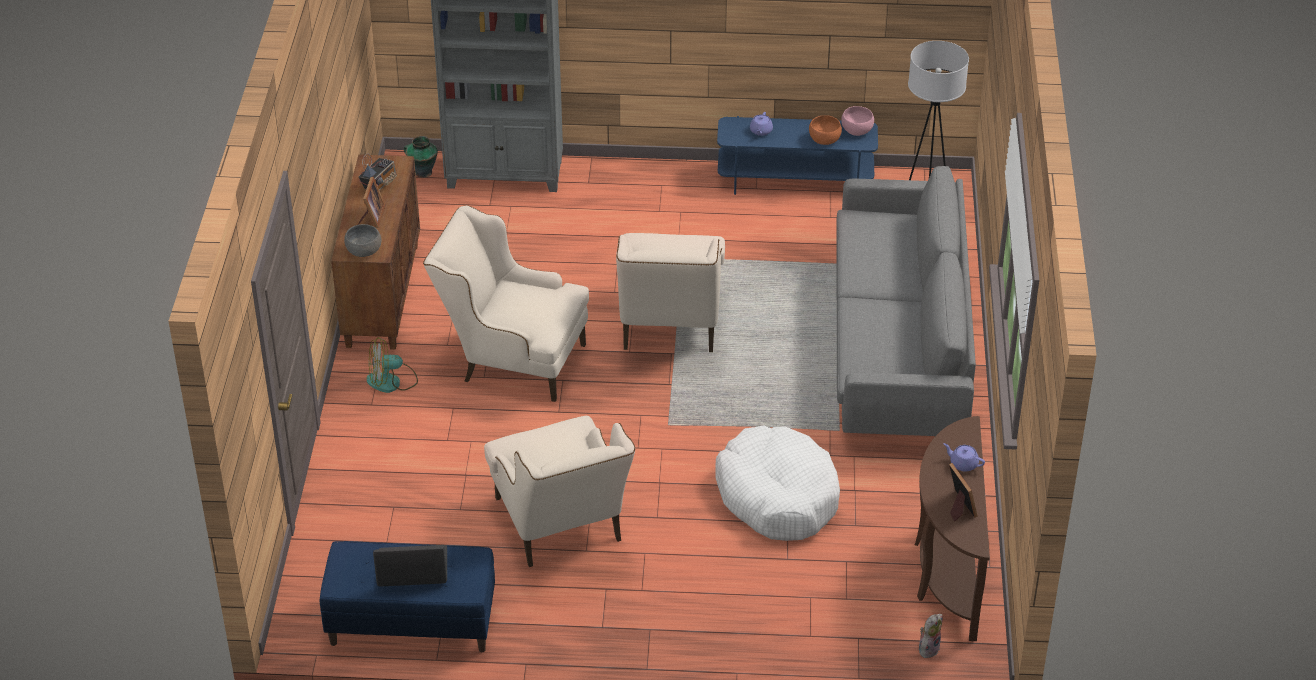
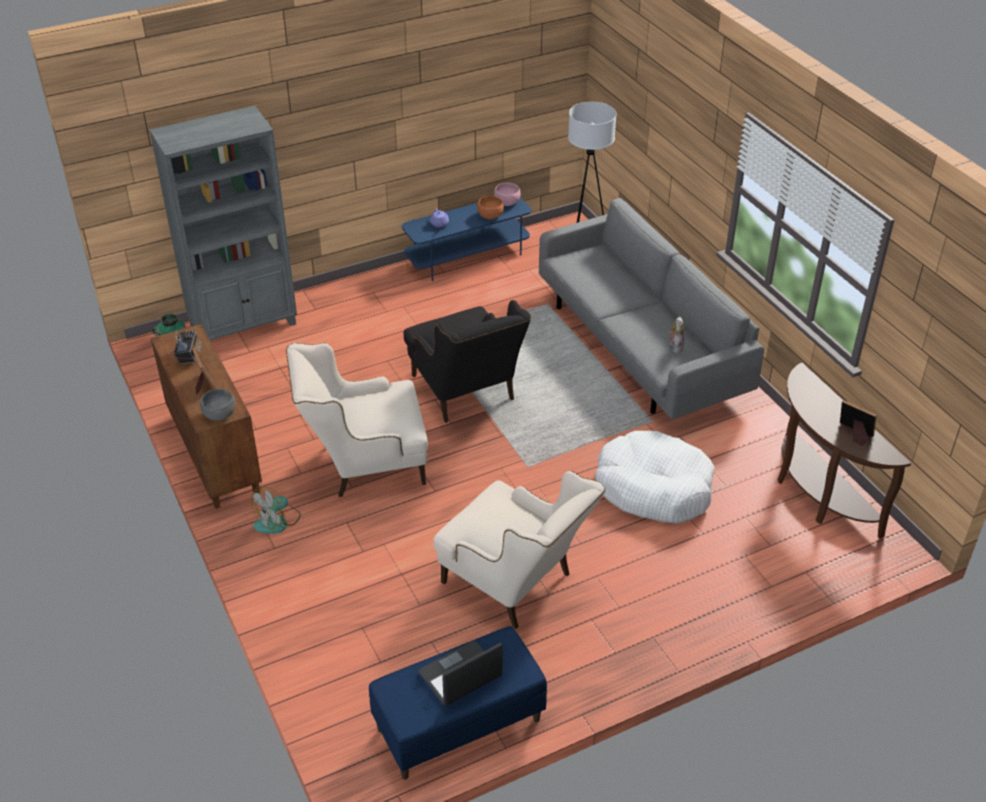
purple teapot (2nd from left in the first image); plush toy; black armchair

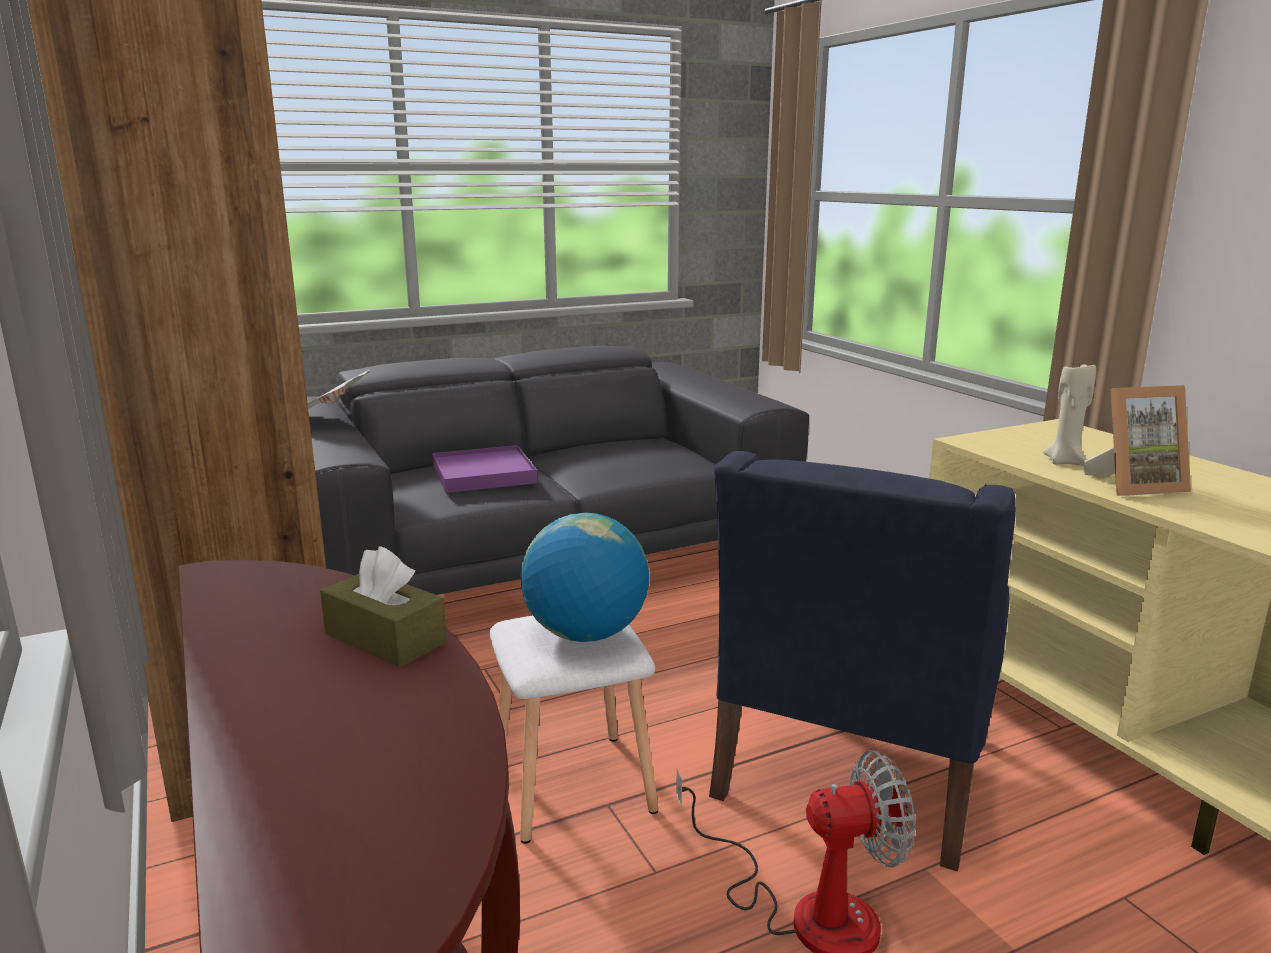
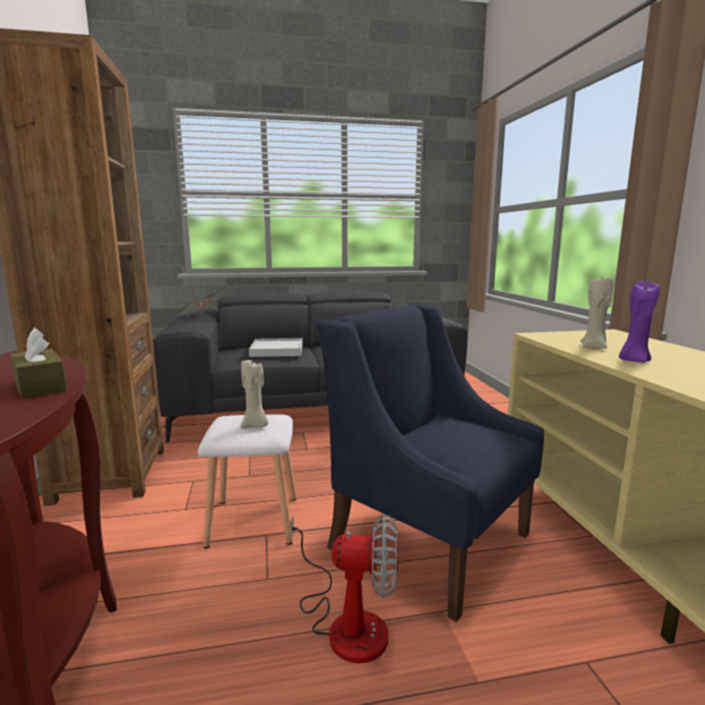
beige candle (1st from left); purple candle; white tray; blue armchair

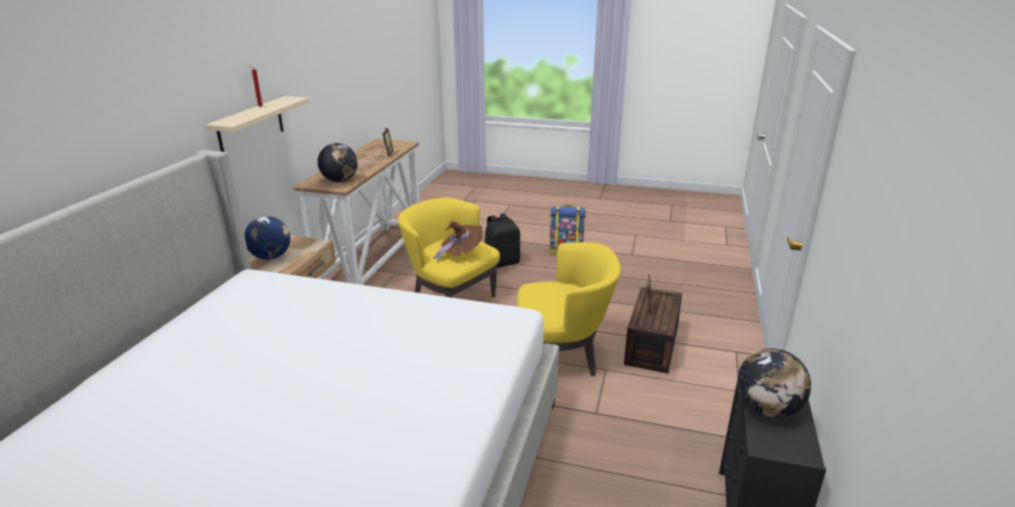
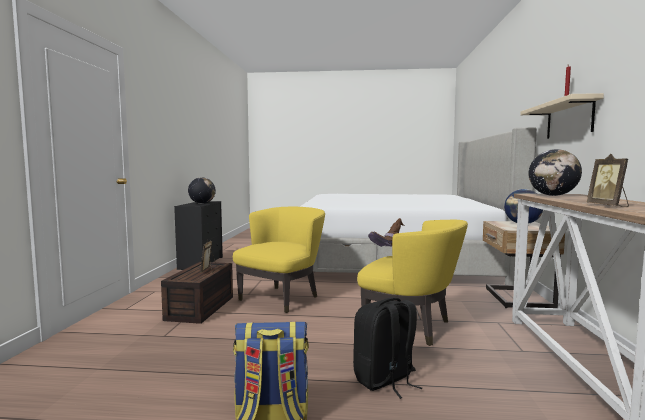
yellow armchair (1st from left)

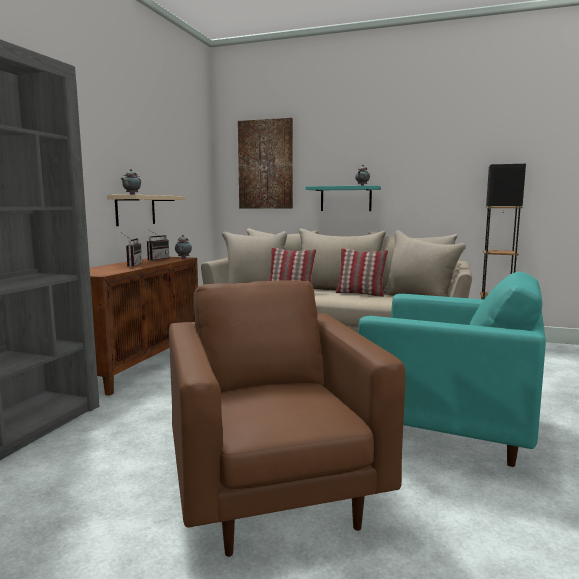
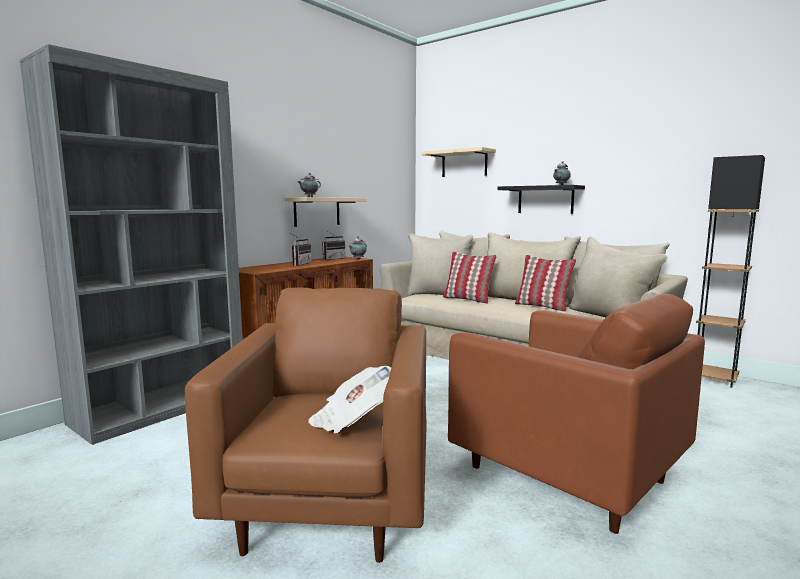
newspaper; beige shelf (2nd from left); black shelf; brown armchair (2nd from left)

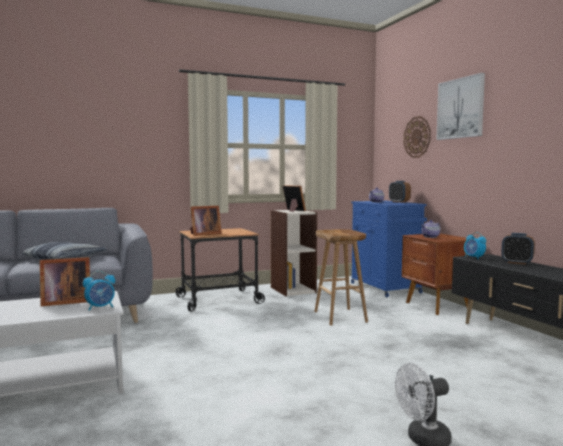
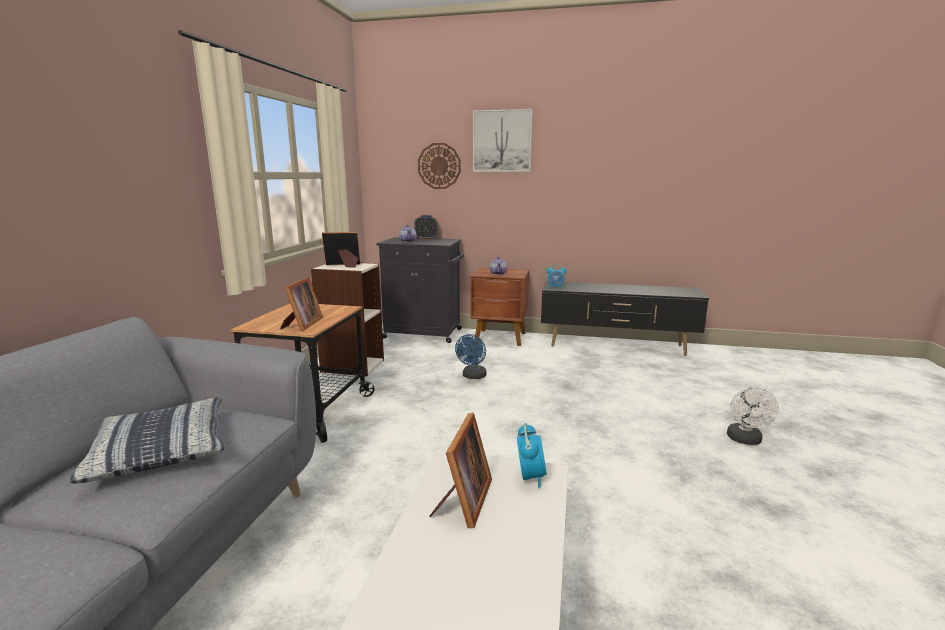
alarm clock (4th from left in the first image); blue fan; black cabinet

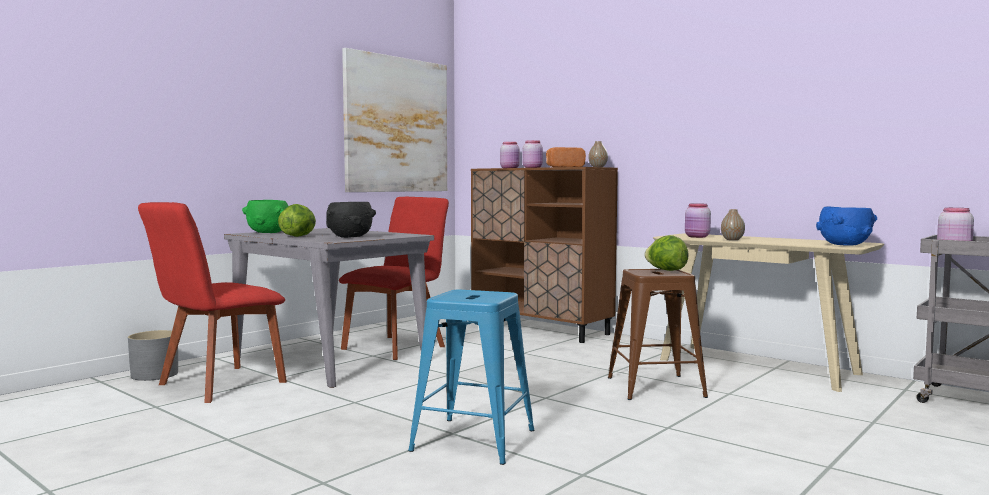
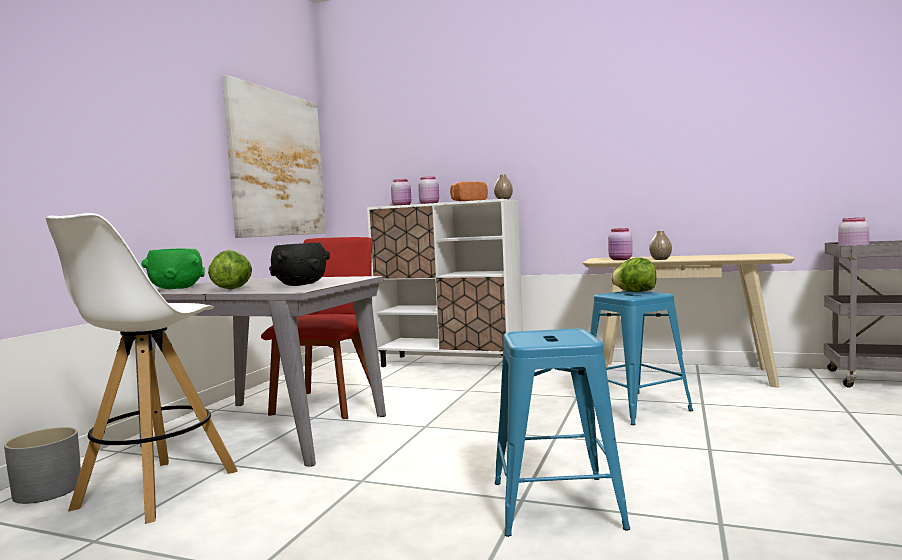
blue bowl; white stool; white cabinet; blue stool (2nd from left)

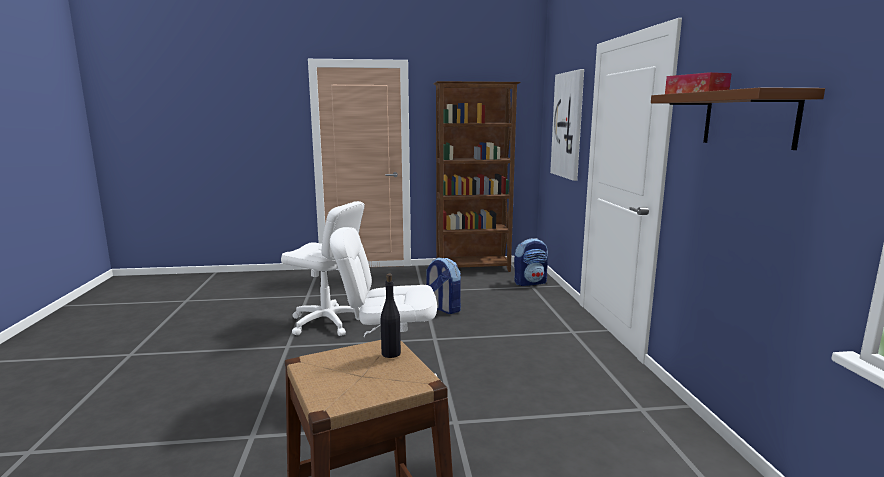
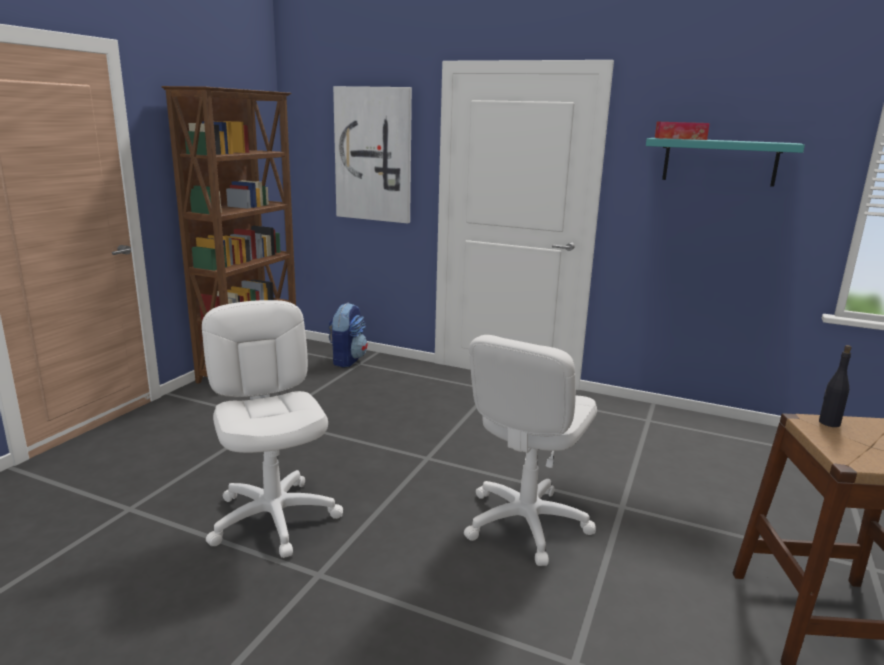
backpack (1st from left in the first image); turquoise shelf; white office chair (1st from left)

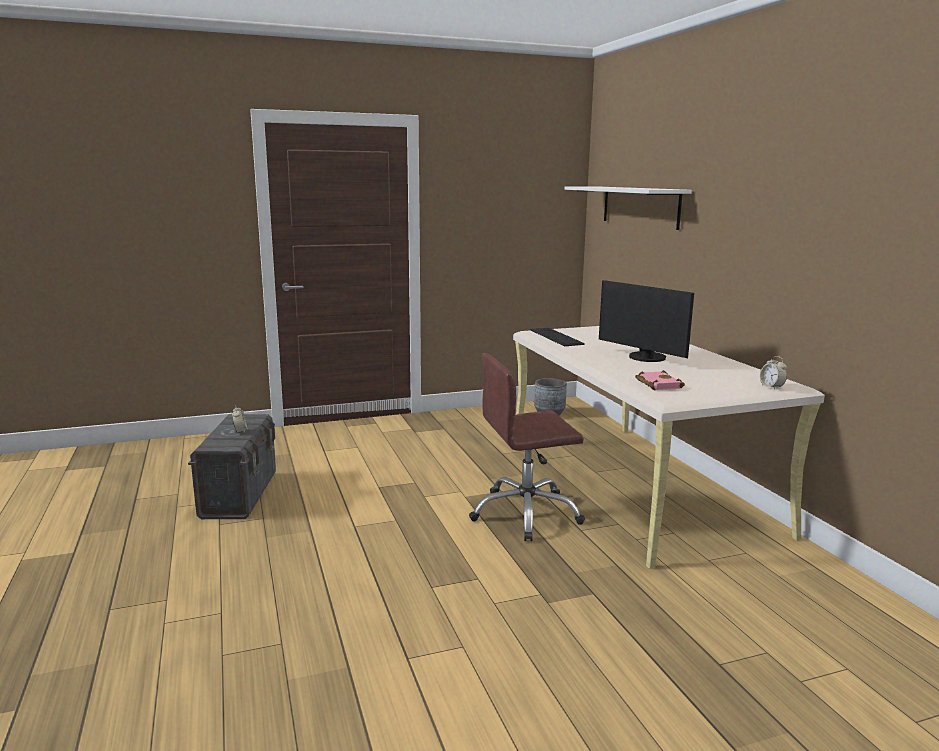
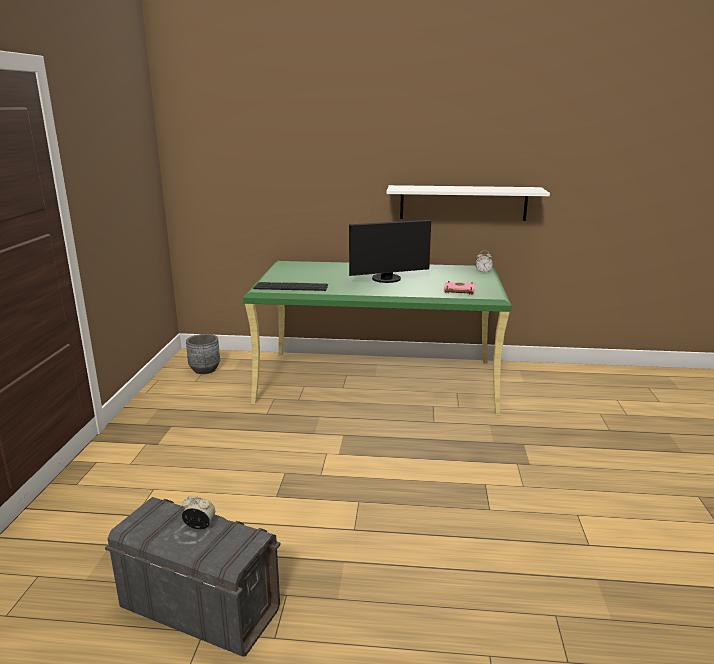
brown office chair; white shelf; green desk

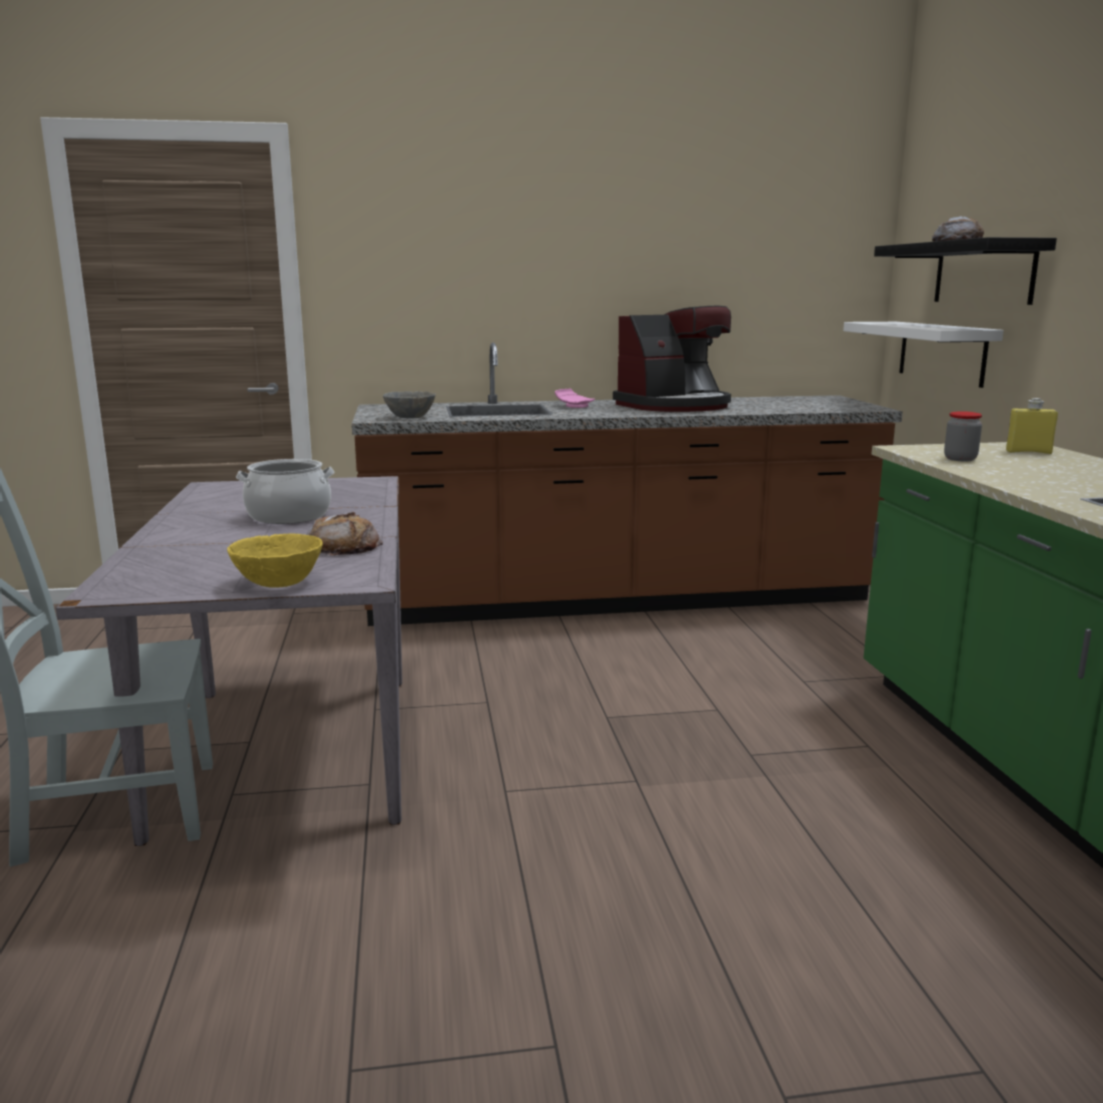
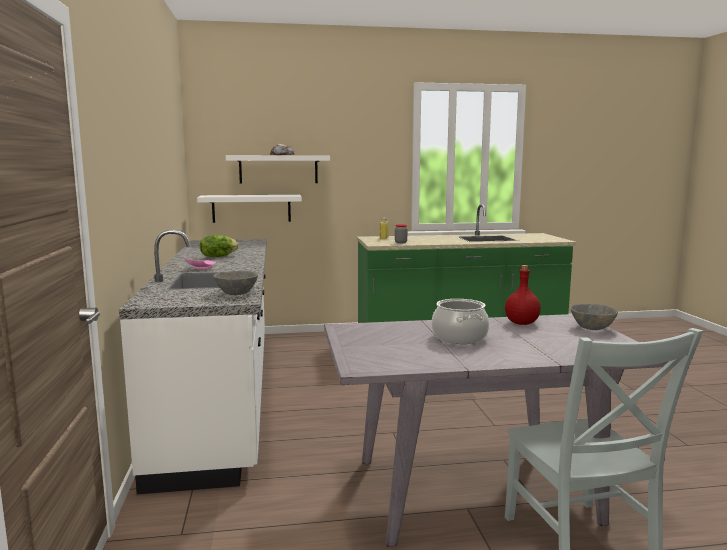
red bottle; lettuce; grey bowl (2nd from left); white counter; white shelf (2nd from left)

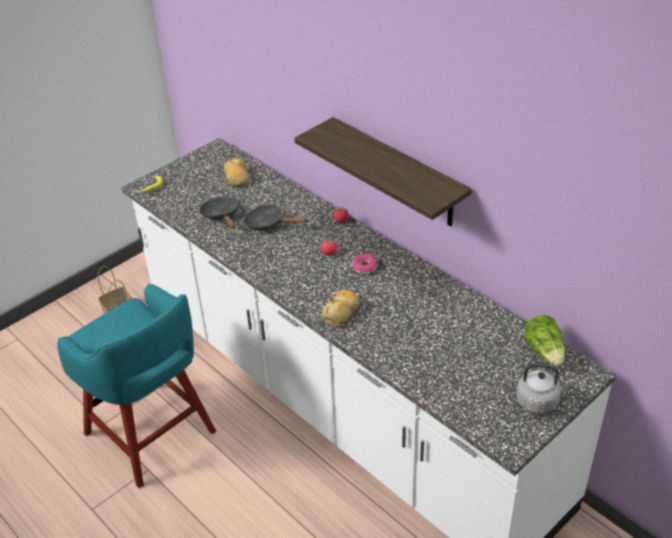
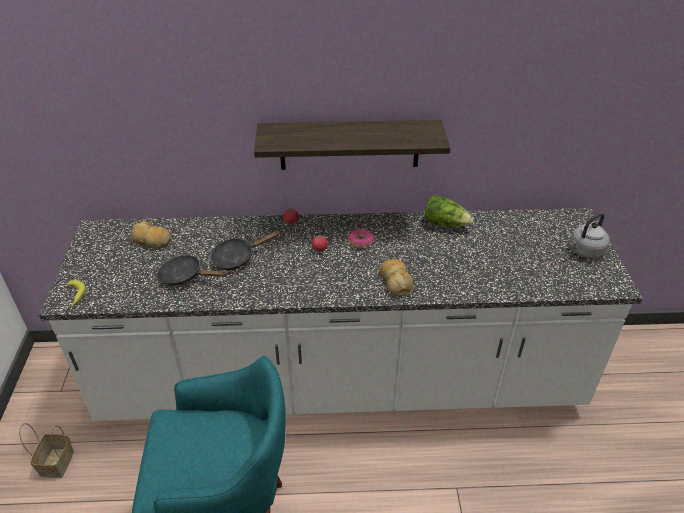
lettuce

